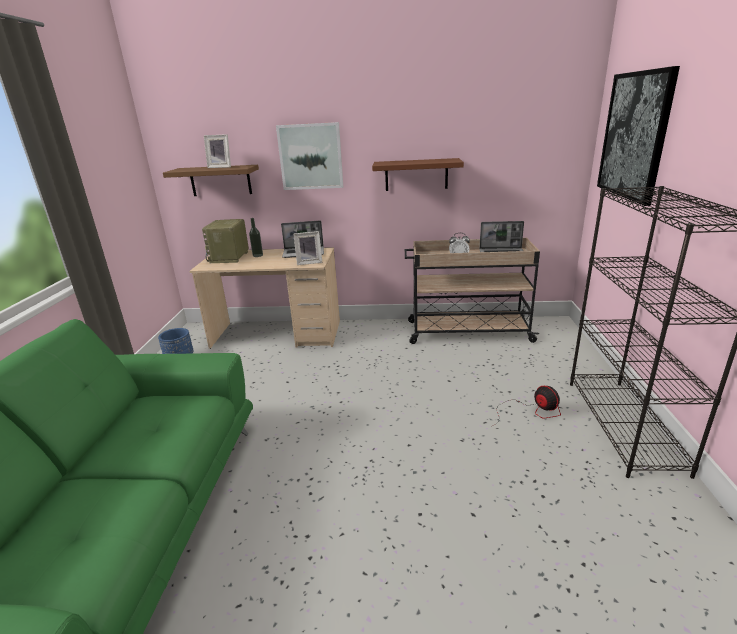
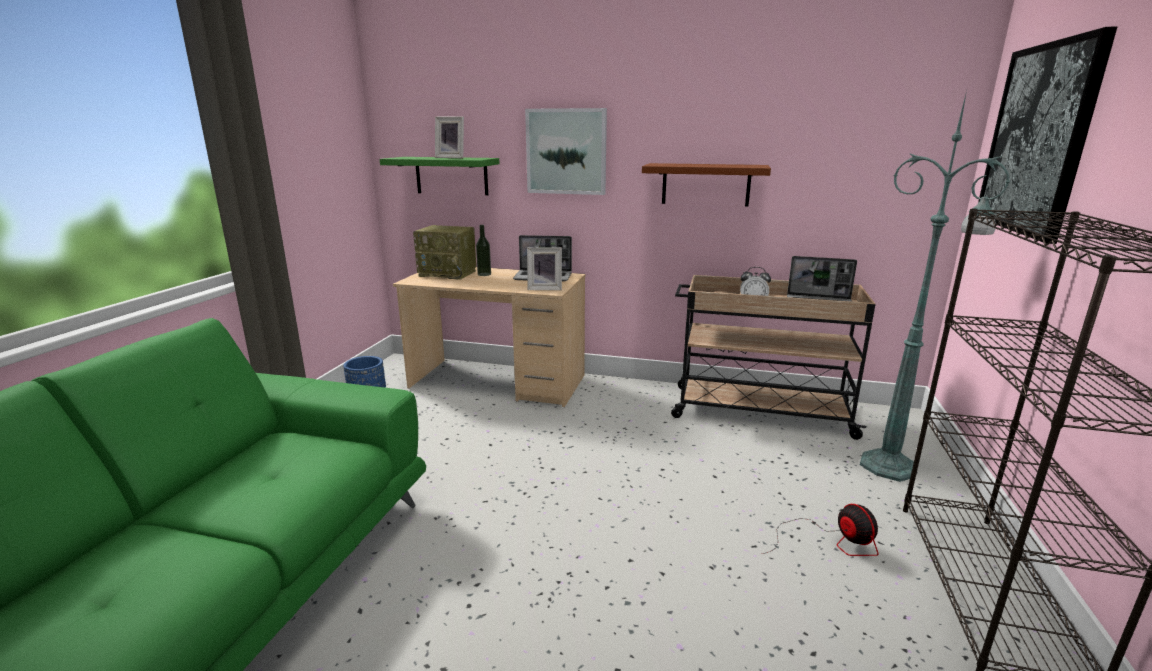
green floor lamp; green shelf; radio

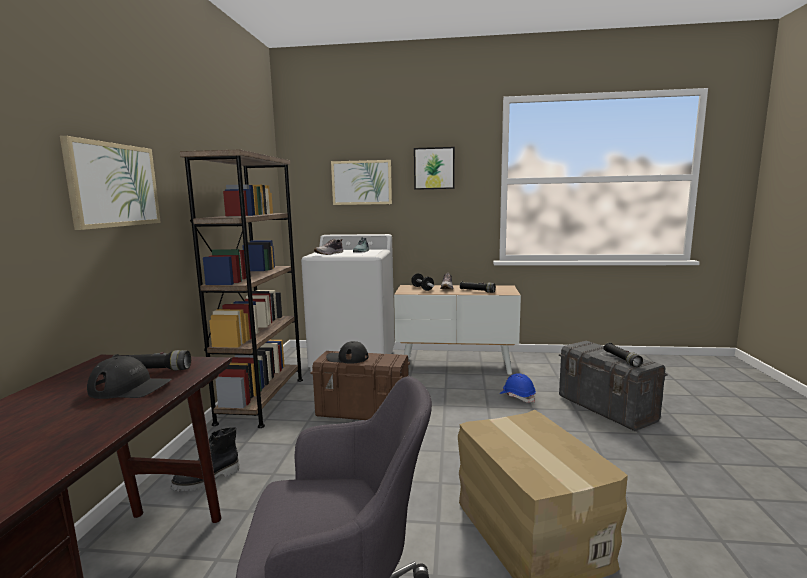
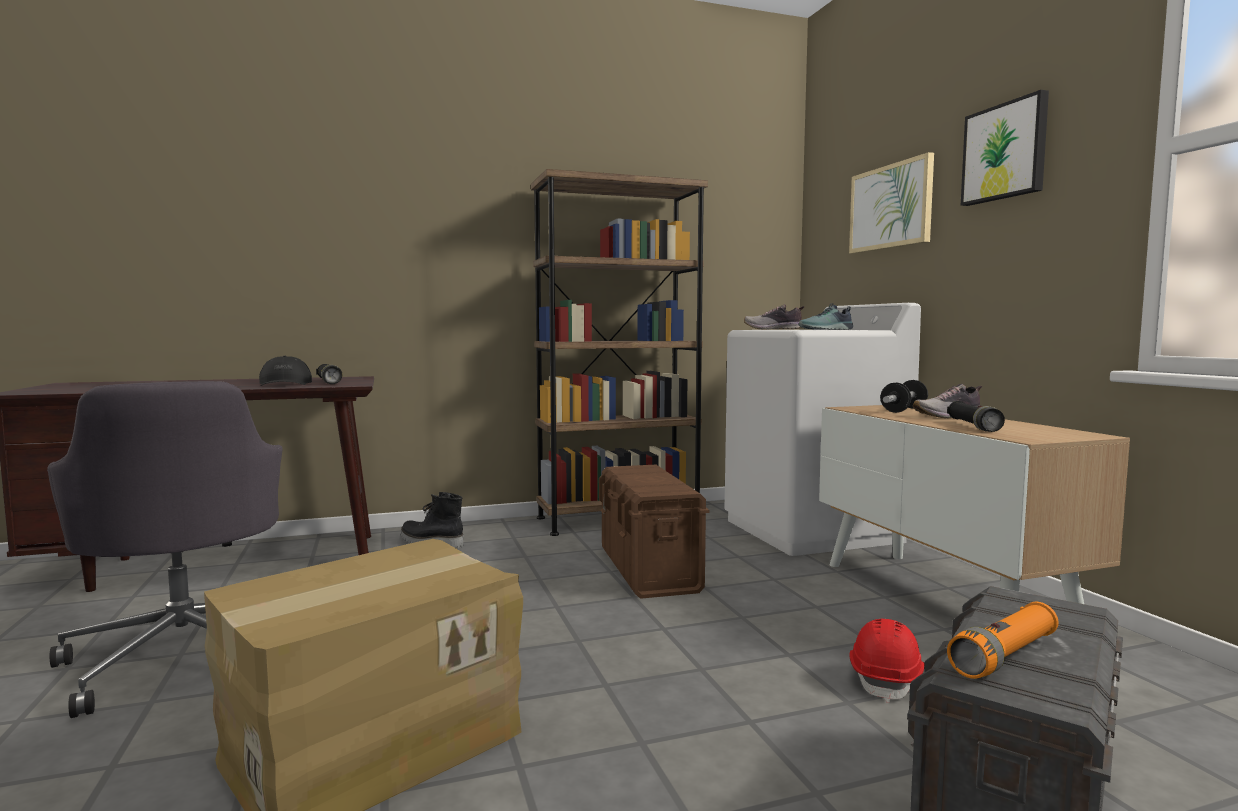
picture (1st from left in the first image); black cap (2nd from left in the first image); red hard hat; orange flashlight

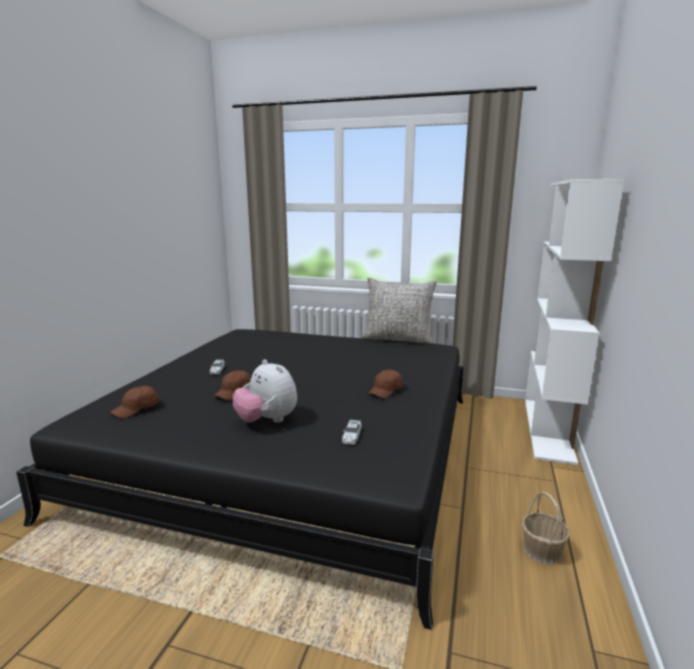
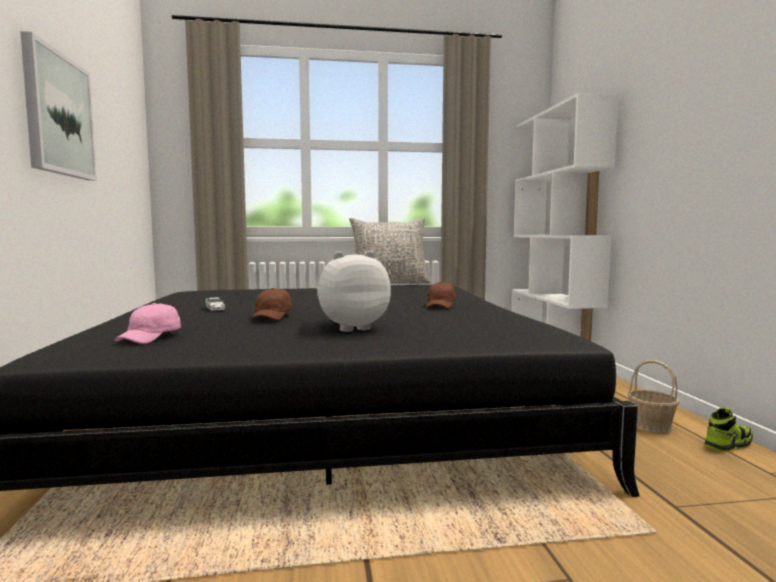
toy car (2nd from left in the first image); picture; shoe; pink cap; plush toy

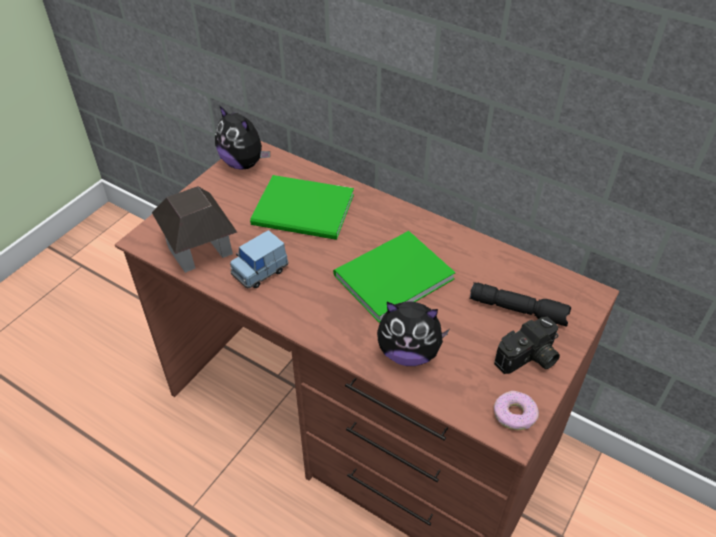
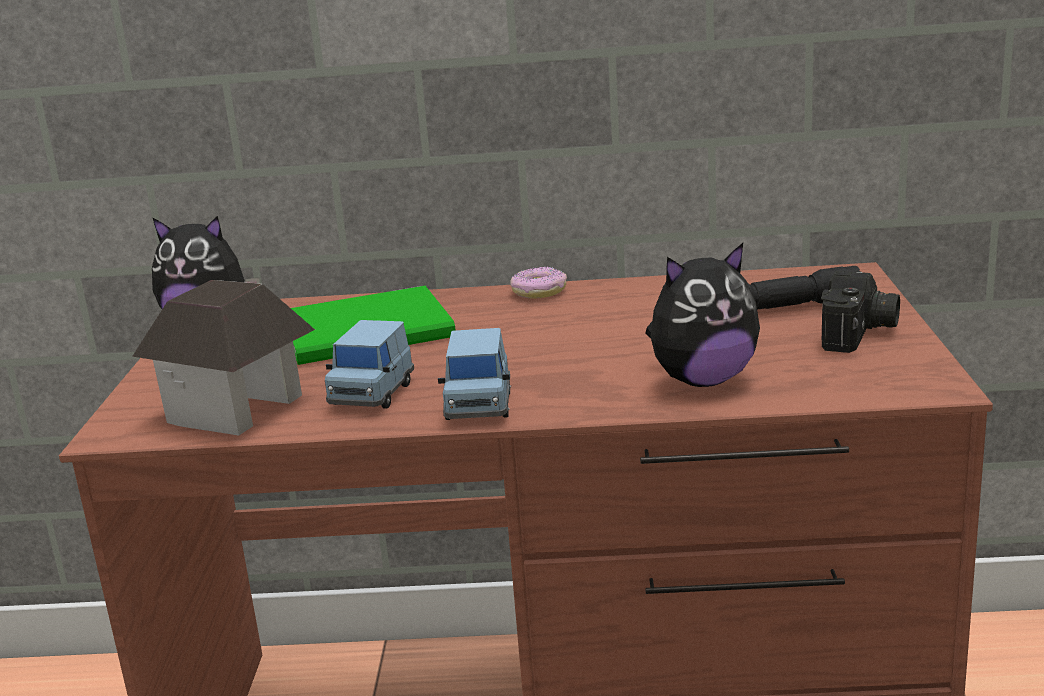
green book (2nd from left in the first image); blue toy car (2nd from left); donut

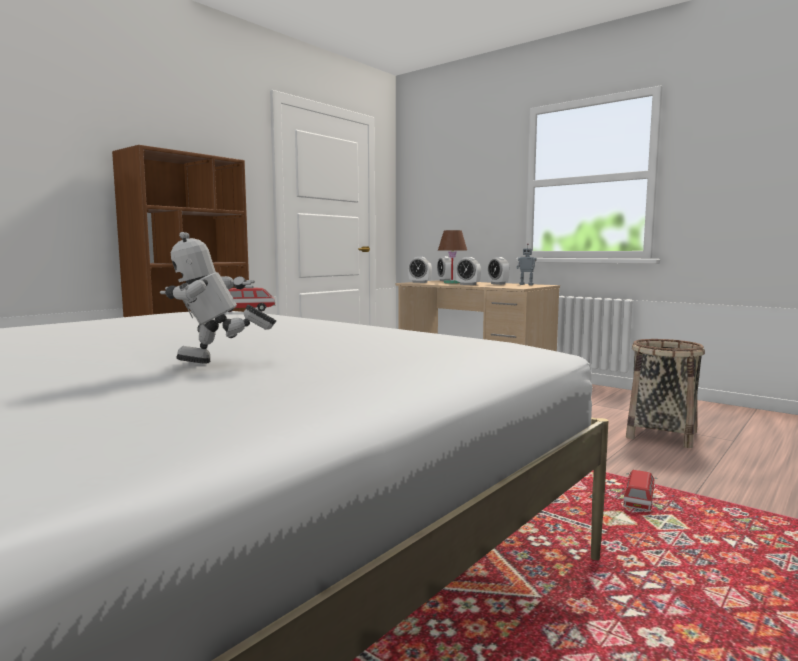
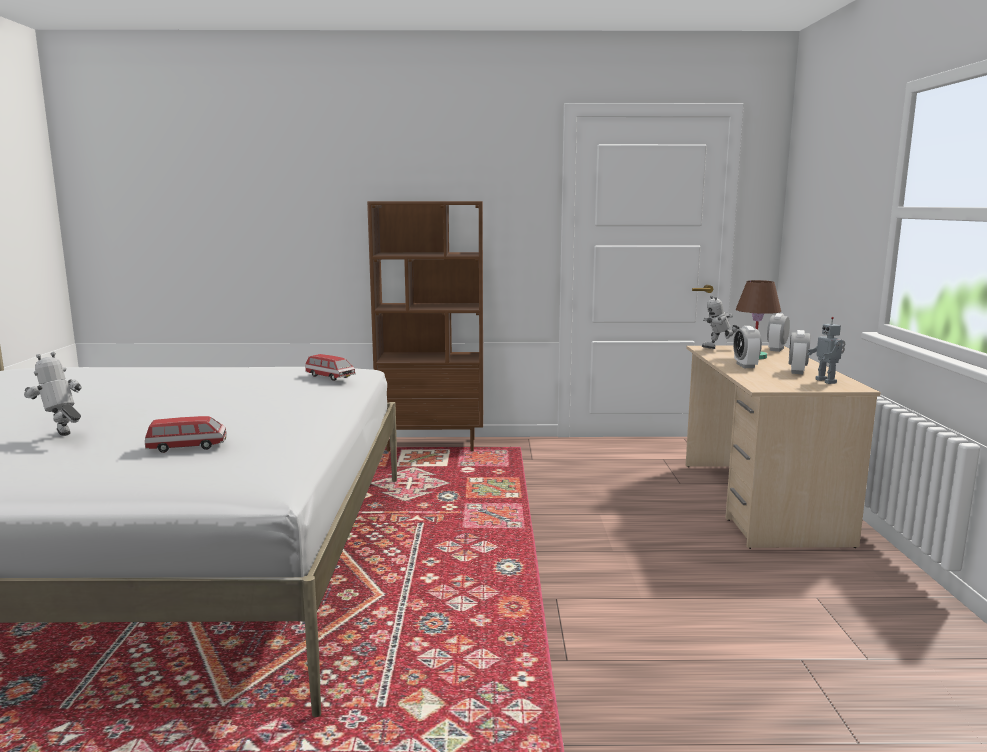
basket; toy car (1st from left); toy robot (2nd from left)

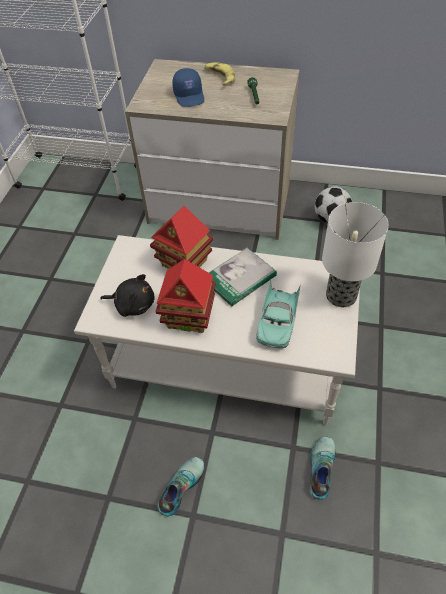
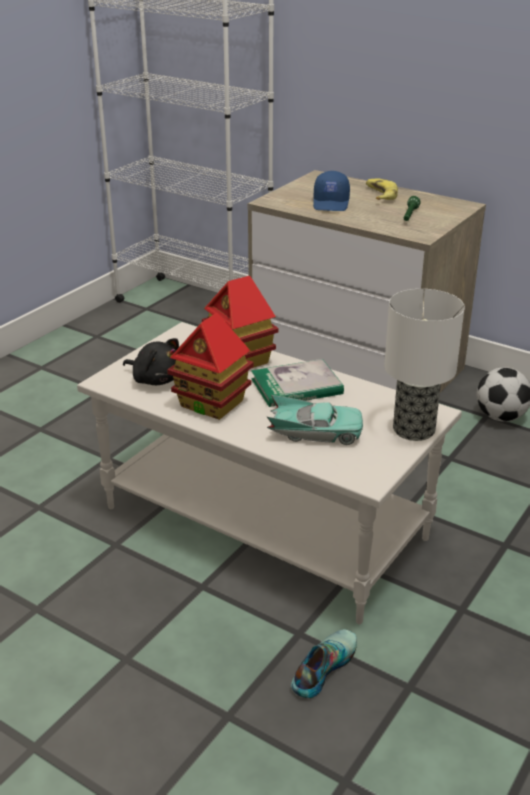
shoe (1st from left in the first image); turquoise toy car

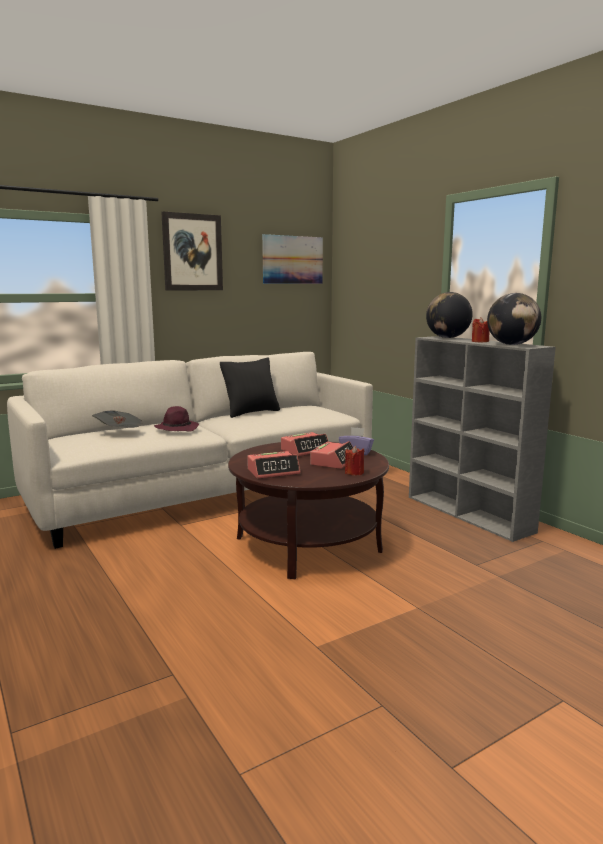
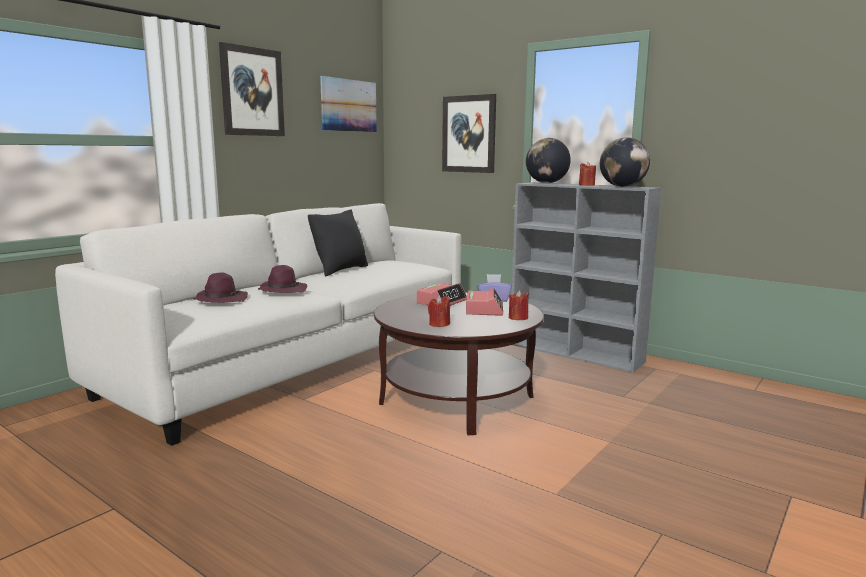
picture (3rd from left); purple hat (1st from left); red candle (1st from left)

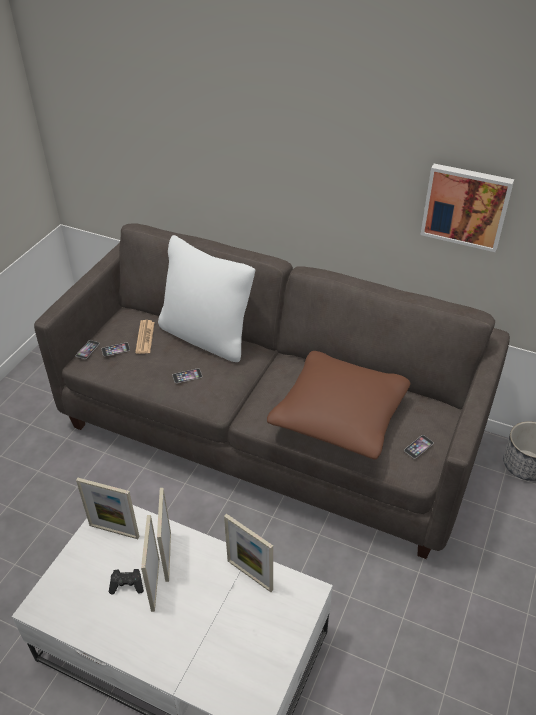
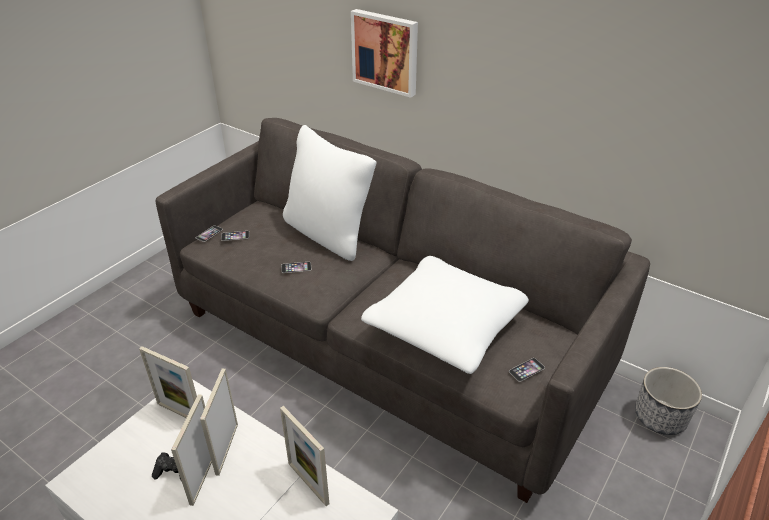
newspaper; picture; white pillow (2nd from left)

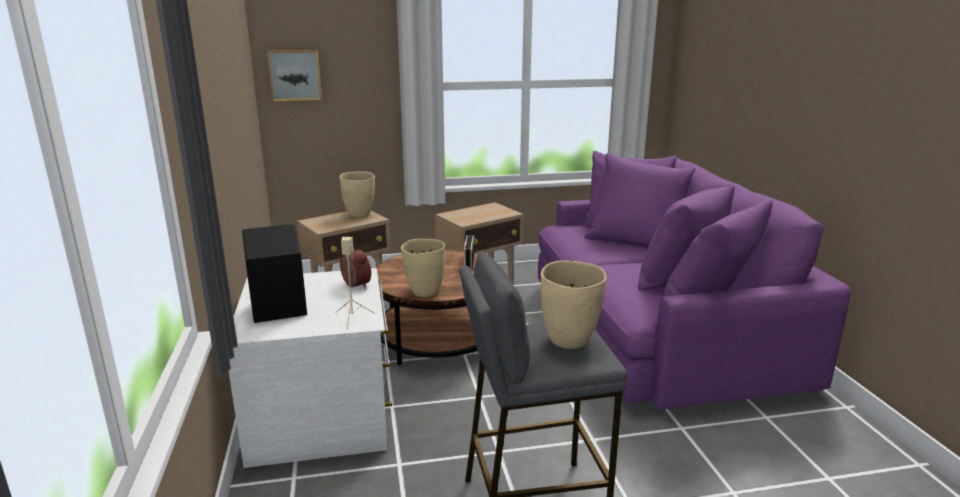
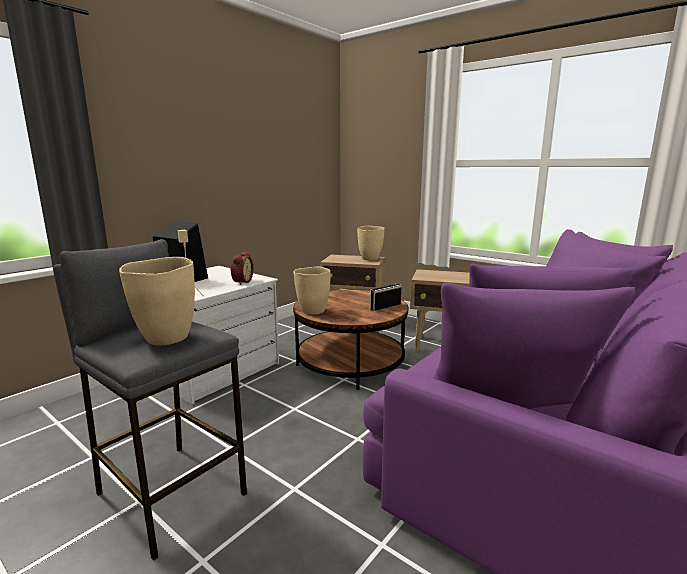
picture

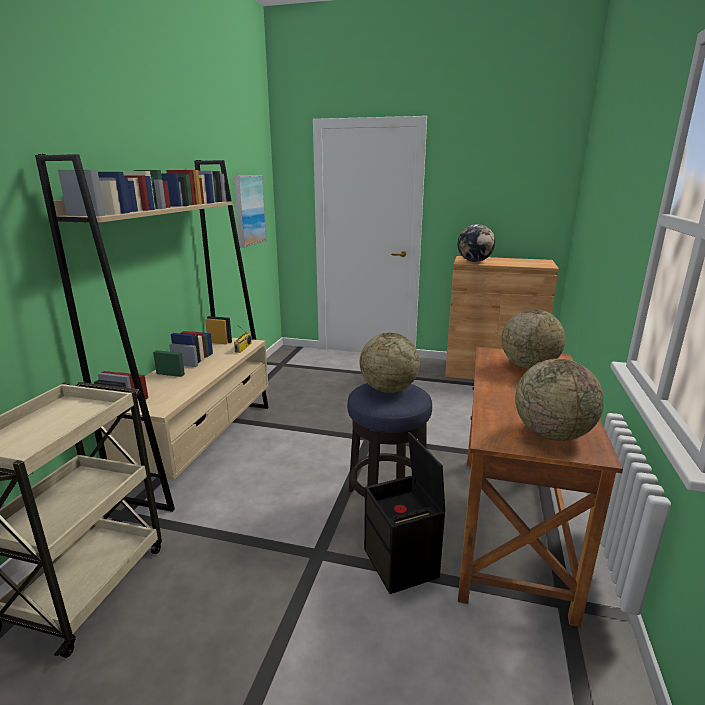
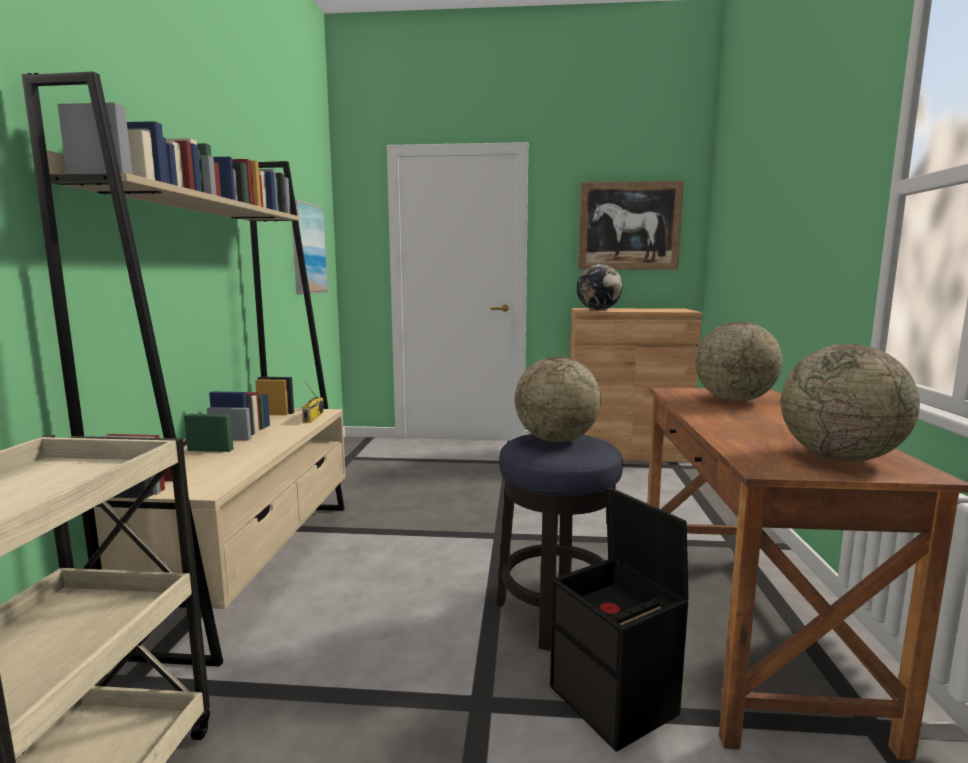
picture (2nd from left)

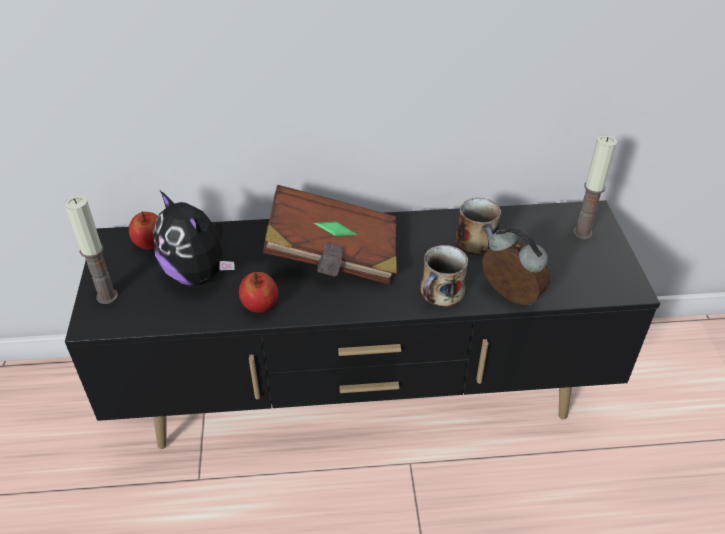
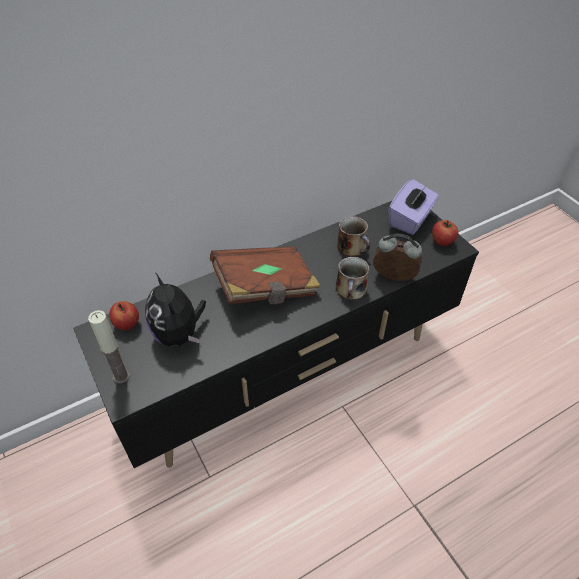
apple (2nd from left); purple tissue box; plush toy

